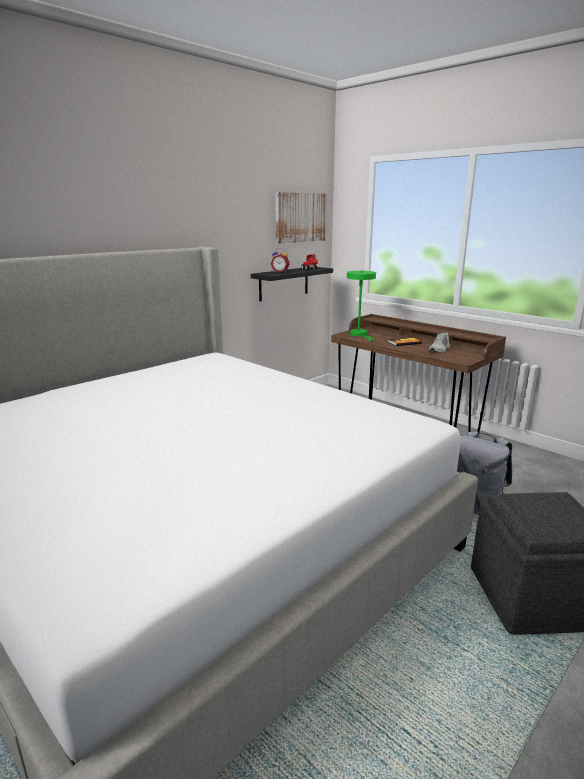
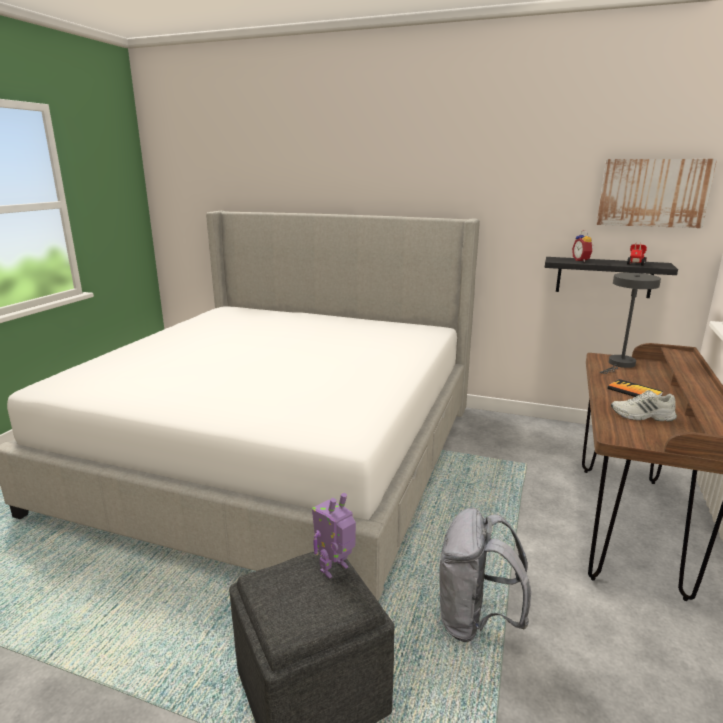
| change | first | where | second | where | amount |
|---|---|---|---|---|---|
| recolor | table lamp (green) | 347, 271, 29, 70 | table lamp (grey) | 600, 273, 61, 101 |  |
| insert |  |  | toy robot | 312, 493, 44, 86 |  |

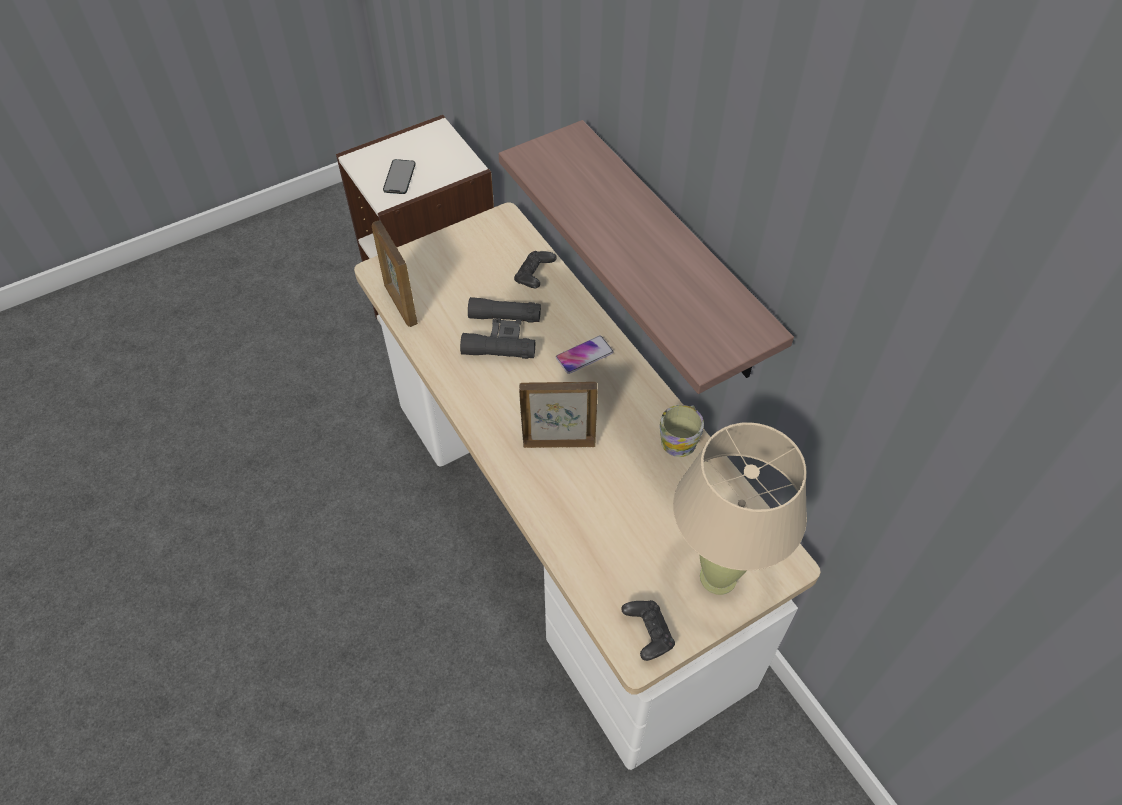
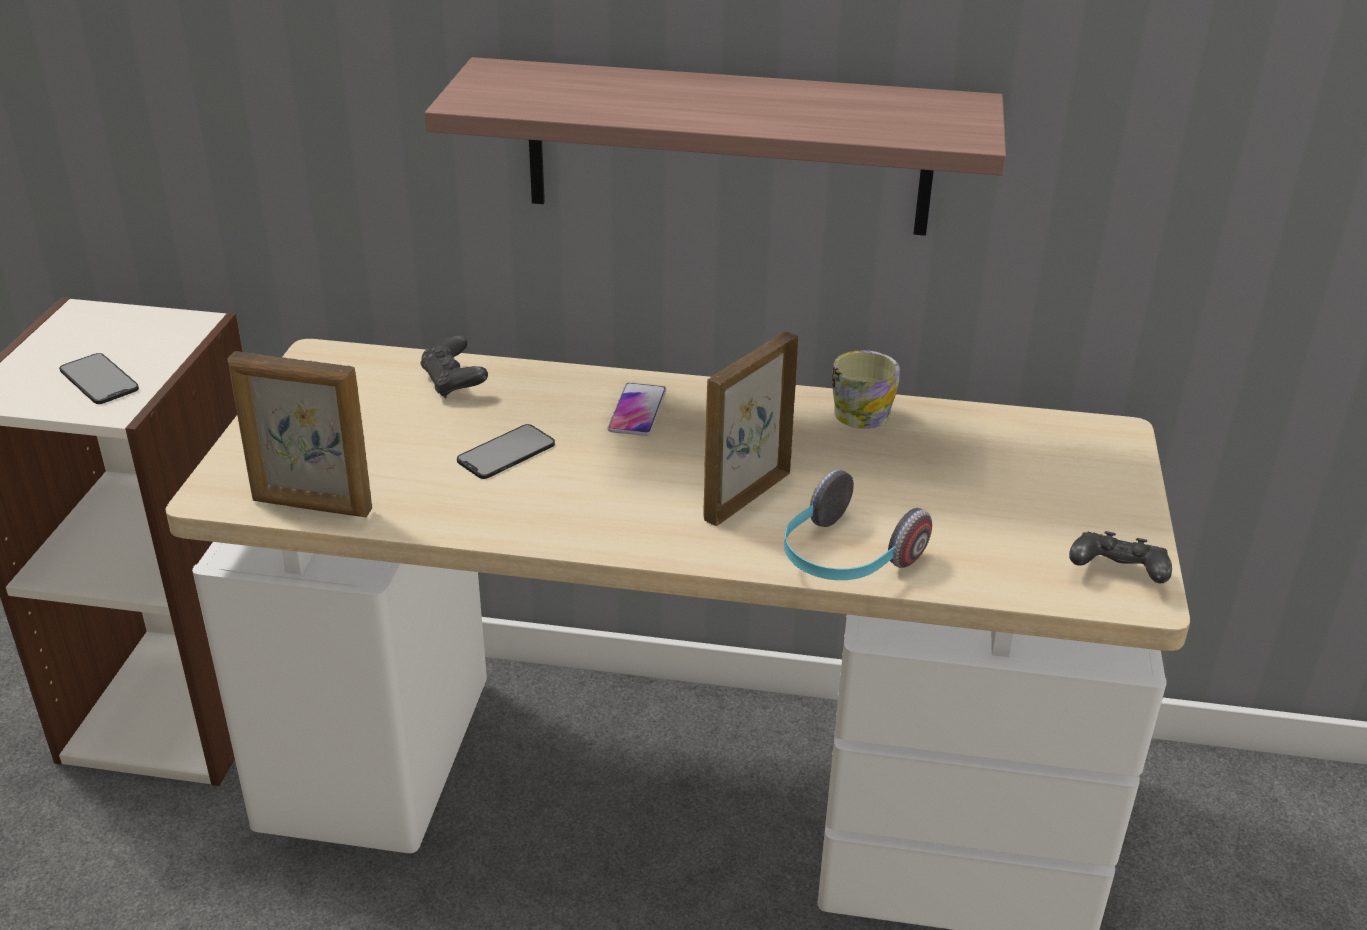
| change | first | where | second | where | amount |
|---|---|---|---|---|---|
| replace | binoculars (black) | 460, 297, 81, 62 | phone | 457, 424, 98, 55 |  |
| delete | table lamp (beige) | 673, 422, 134, 173 |  |  |  |
| insert |  |  | headphones | 784, 470, 148, 110 |  |

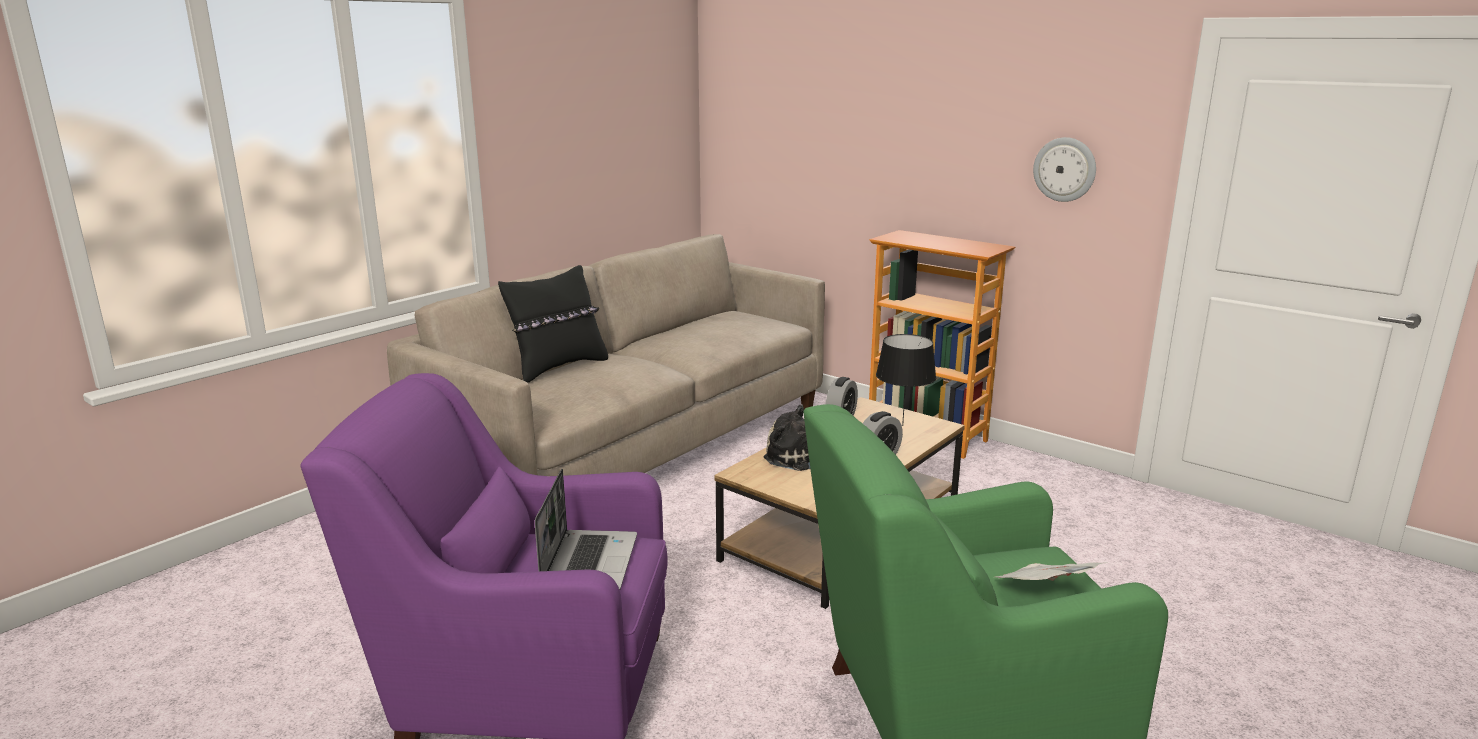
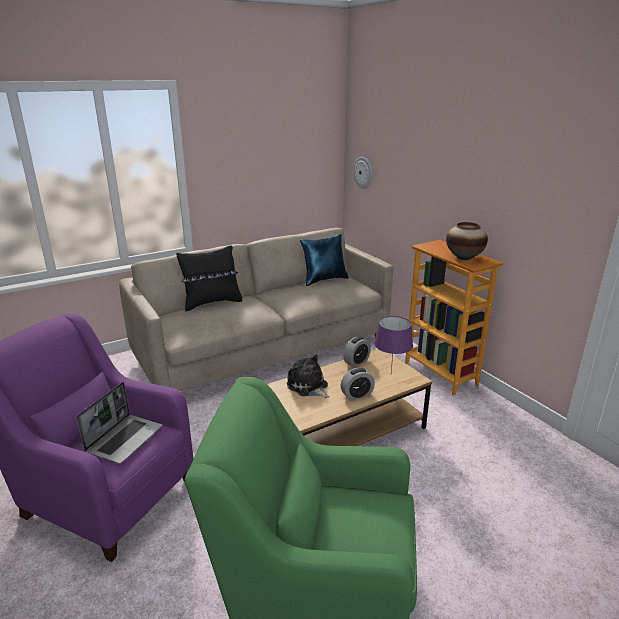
| change | first | where | second | where | amount |
|---|---|---|---|---|---|
| move | wall clock | 1033, 137, 63, 65 |  | 353, 157, 19, 32 |  |
| recolor | table lamp (black) | 876, 334, 60, 92 | table lamp (purple) | 374, 316, 39, 57 |  |
| delete | newspaper | 995, 562, 108, 19 |  |  |  |
| insert |  |  | vase | 446, 222, 42, 38 |  |
| insert |  |  | pillow (blue) | 300, 234, 49, 52 |  |

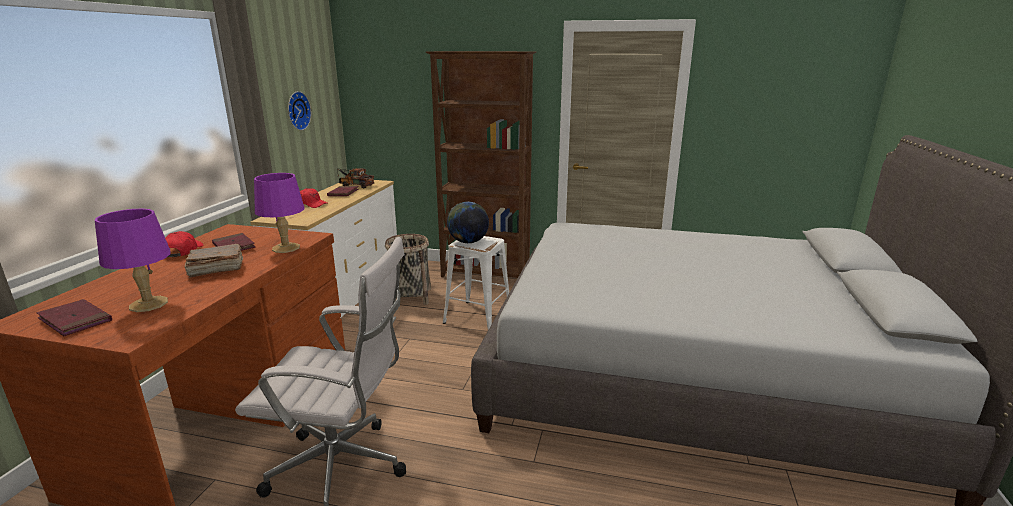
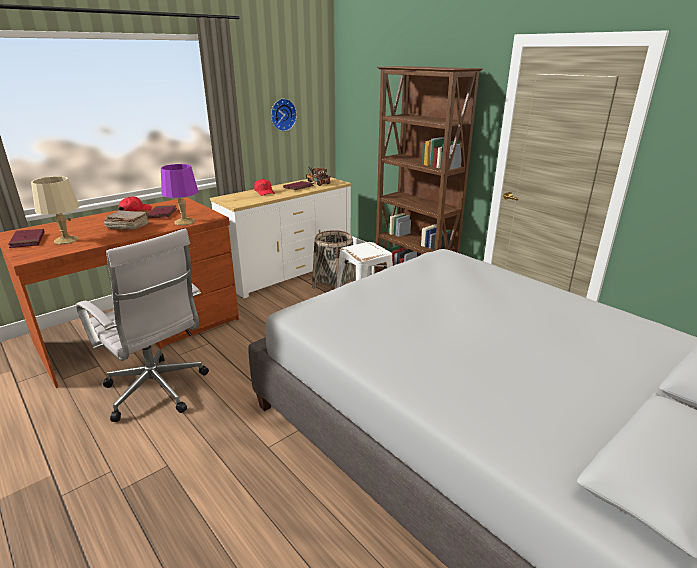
| change | first | where | second | where | amount |
|---|---|---|---|---|---|
| delete | globe | 447, 202, 42, 41 |  |  |  |
| recolor | table lamp (purple) | 95, 208, 76, 104 | table lamp (beige) | 31, 176, 48, 69 |  |

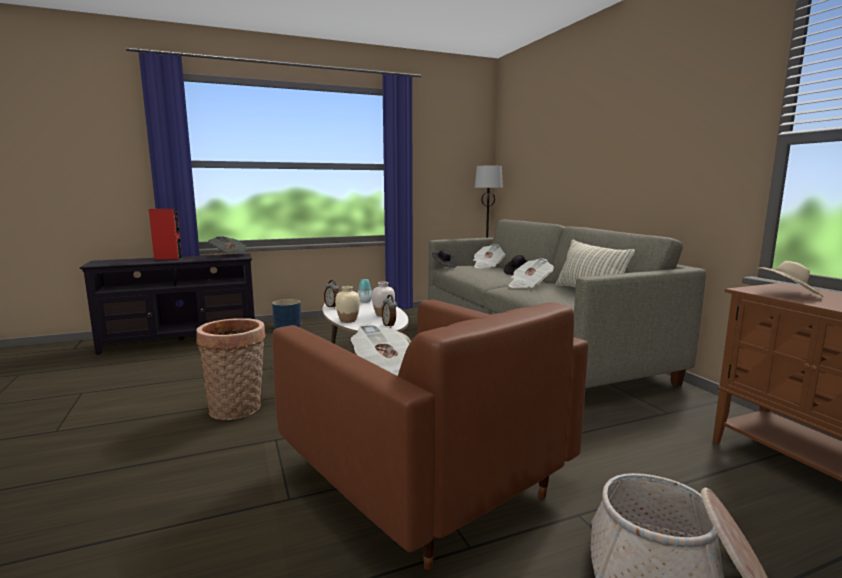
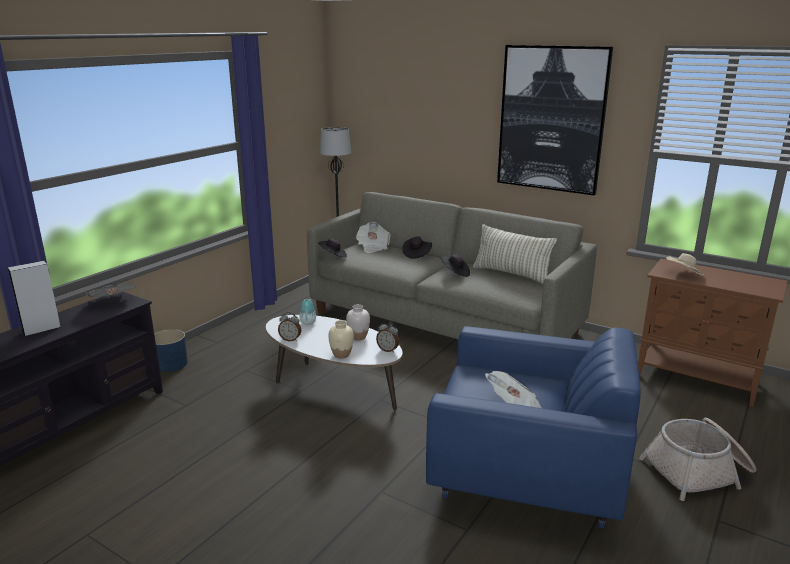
| change | first | where | second | where | amount |
|---|---|---|---|---|---|
| recolor | speaker (red) | 149, 209, 34, 51 | speaker (grey) | 8, 261, 53, 76 |  |
| replace | newspaper | 508, 258, 46, 30 | hat (black) | 441, 254, 29, 23 |  |
| recolor | armchair (brown) | 272, 300, 316, 270 | armchair (blue) | 426, 326, 215, 202 |  |
| delete | basket | 196, 318, 69, 102 |  |  |  |
| insert |  |  | picture | 497, 45, 116, 151 |  |

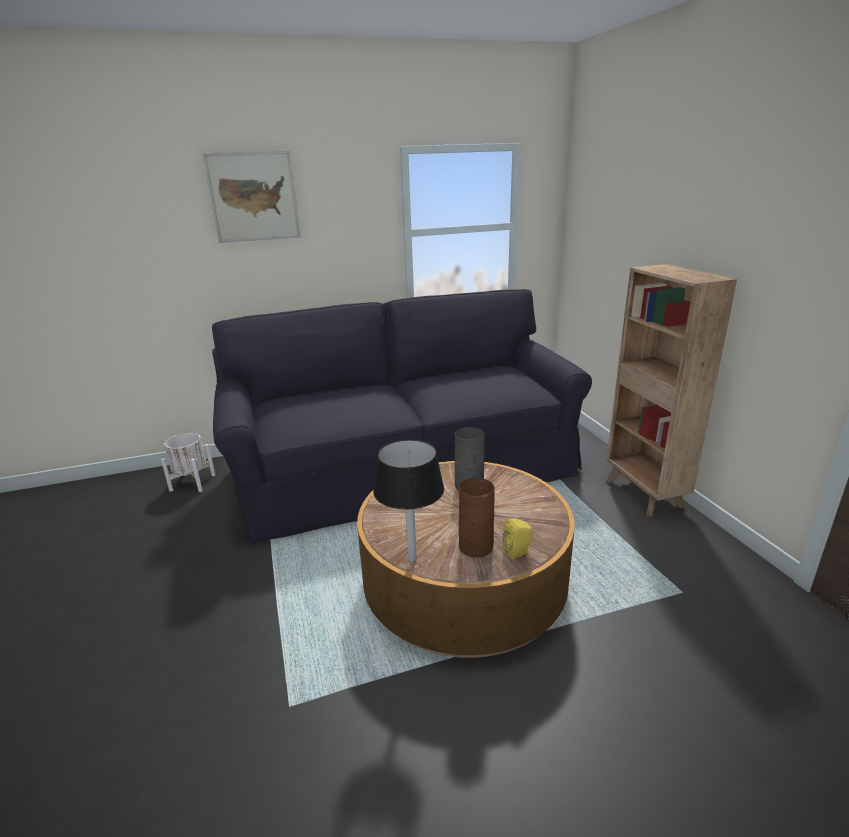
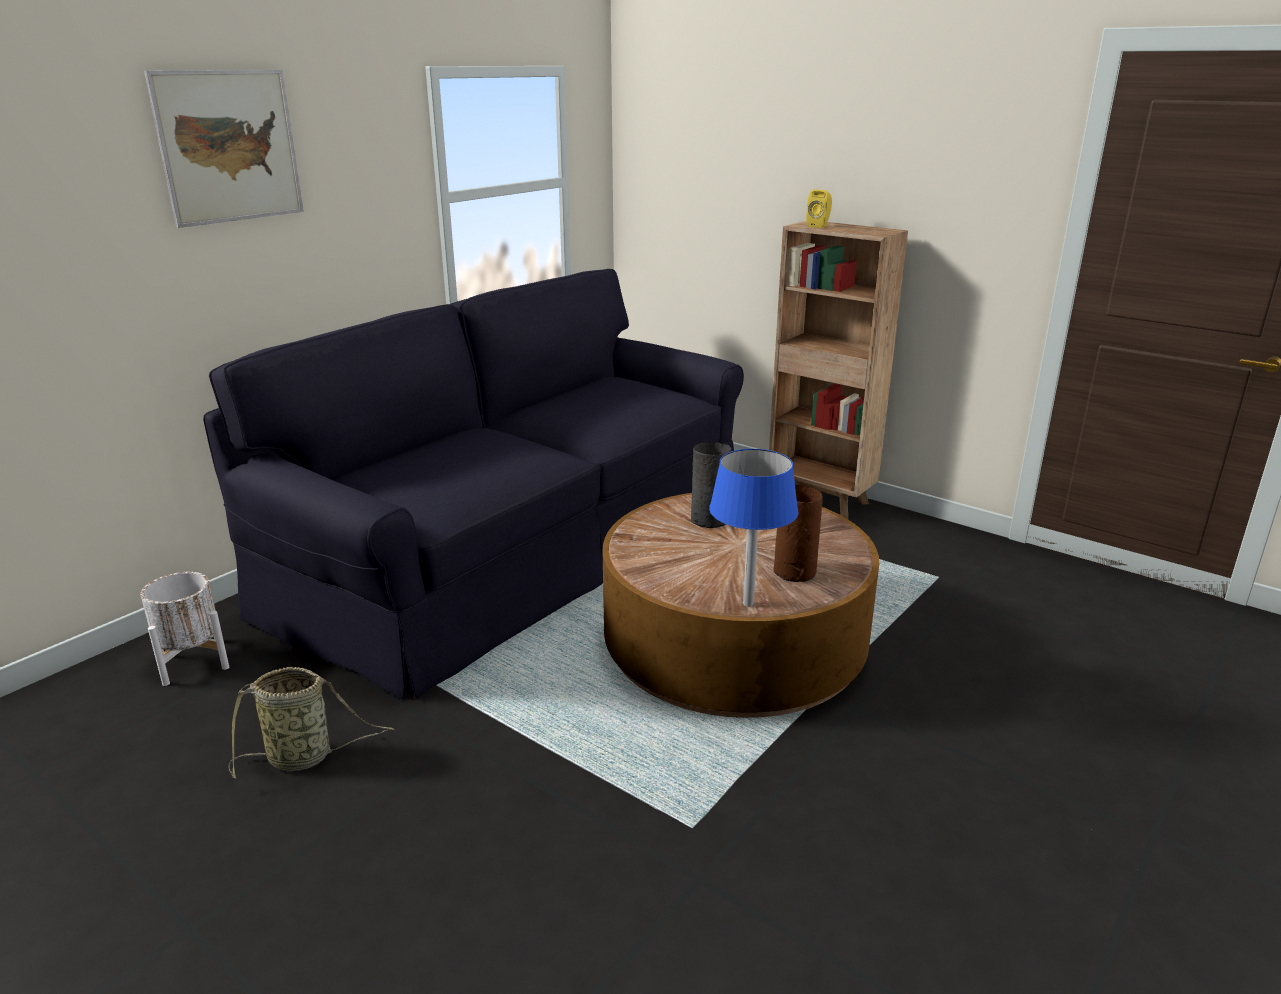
| change | first | where | second | where | amount |
|---|---|---|---|---|---|
| recolor | table lamp (black) | 373, 440, 71, 122 | table lamp (blue) | 709, 449, 90, 157 |  |
| move | speaker (yellow) | 502, 518, 30, 41 |  | 806, 189, 26, 39 |  |
| insert |  |  | basket | 228, 667, 166, 112 |  |

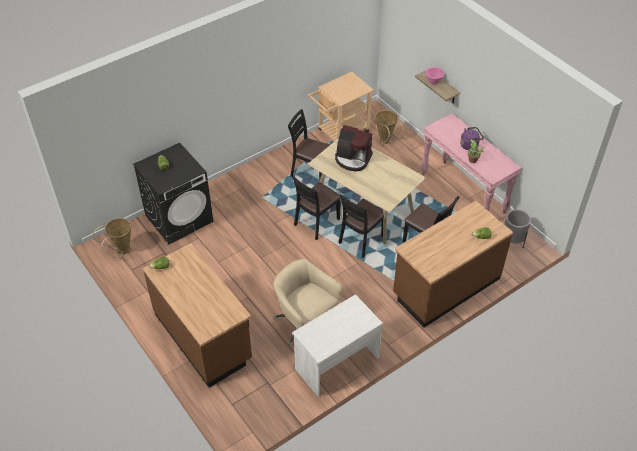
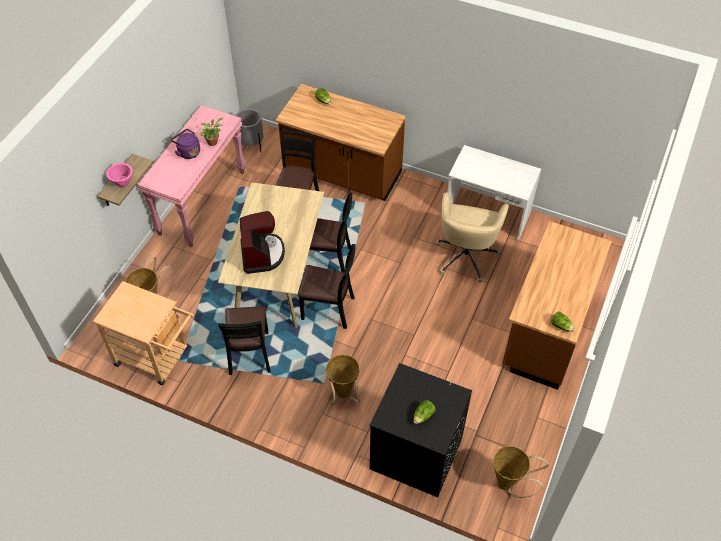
| change | first | where | second | where | amount |
|---|---|---|---|---|---|
| insert |  |  | basket | 326, 354, 34, 51 |  |

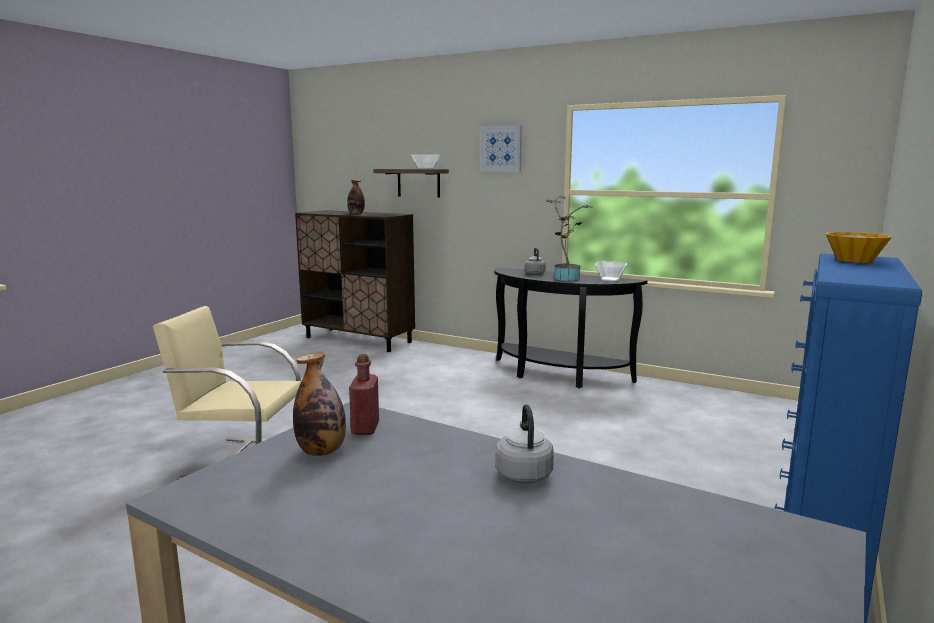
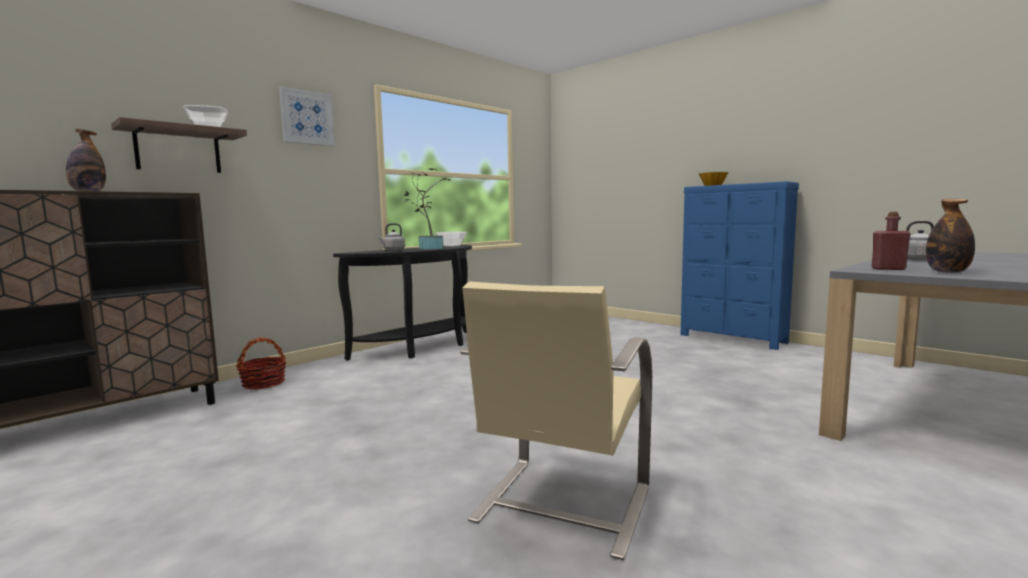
| change | first | where | second | where | amount |
|---|---|---|---|---|---|
| insert |  |  | basket | 236, 337, 50, 53 |  |

